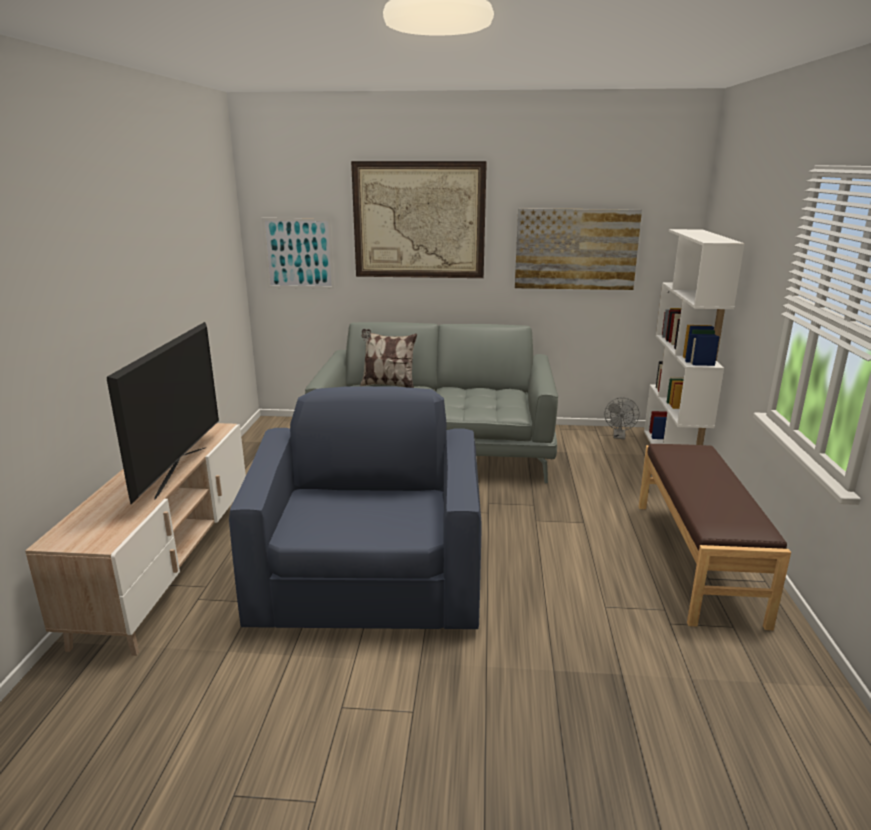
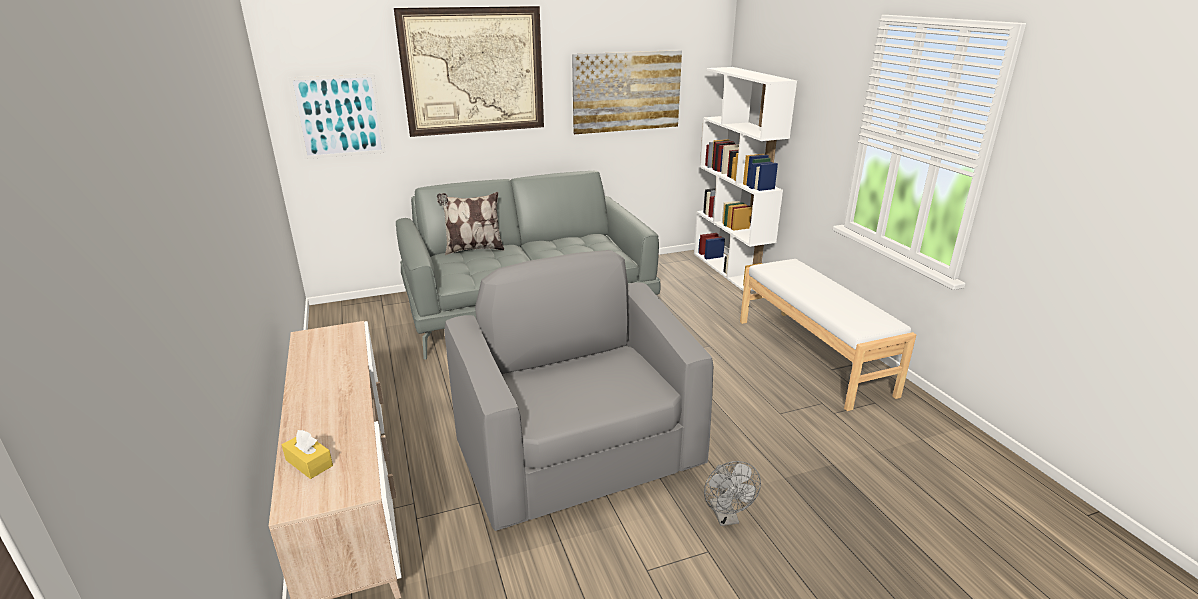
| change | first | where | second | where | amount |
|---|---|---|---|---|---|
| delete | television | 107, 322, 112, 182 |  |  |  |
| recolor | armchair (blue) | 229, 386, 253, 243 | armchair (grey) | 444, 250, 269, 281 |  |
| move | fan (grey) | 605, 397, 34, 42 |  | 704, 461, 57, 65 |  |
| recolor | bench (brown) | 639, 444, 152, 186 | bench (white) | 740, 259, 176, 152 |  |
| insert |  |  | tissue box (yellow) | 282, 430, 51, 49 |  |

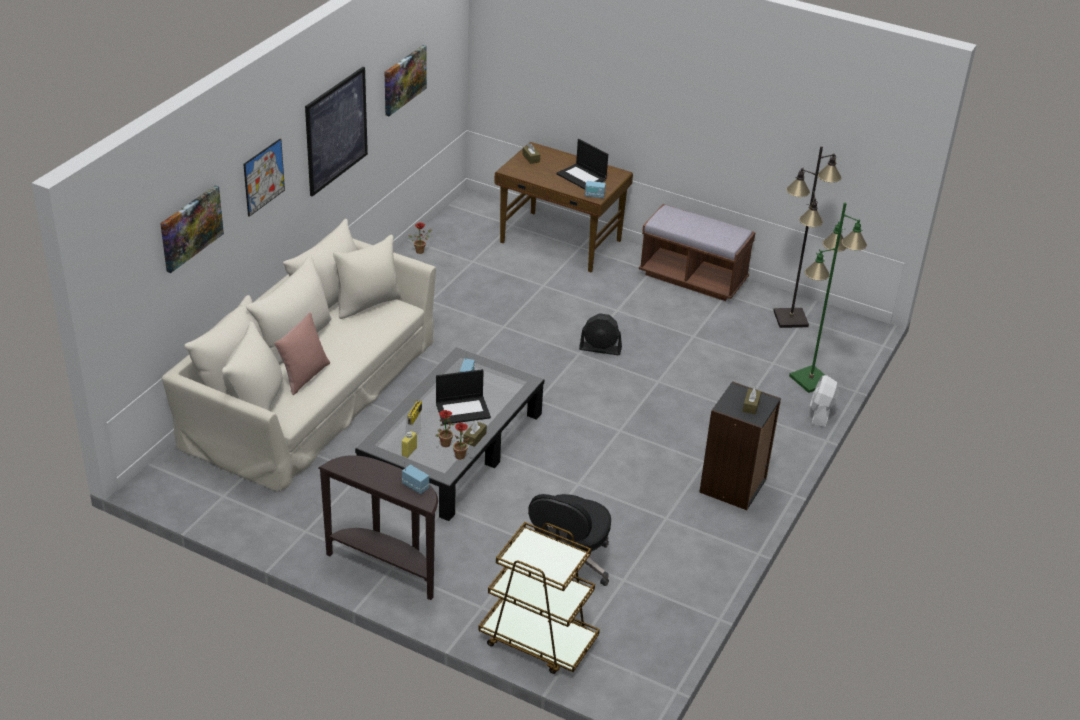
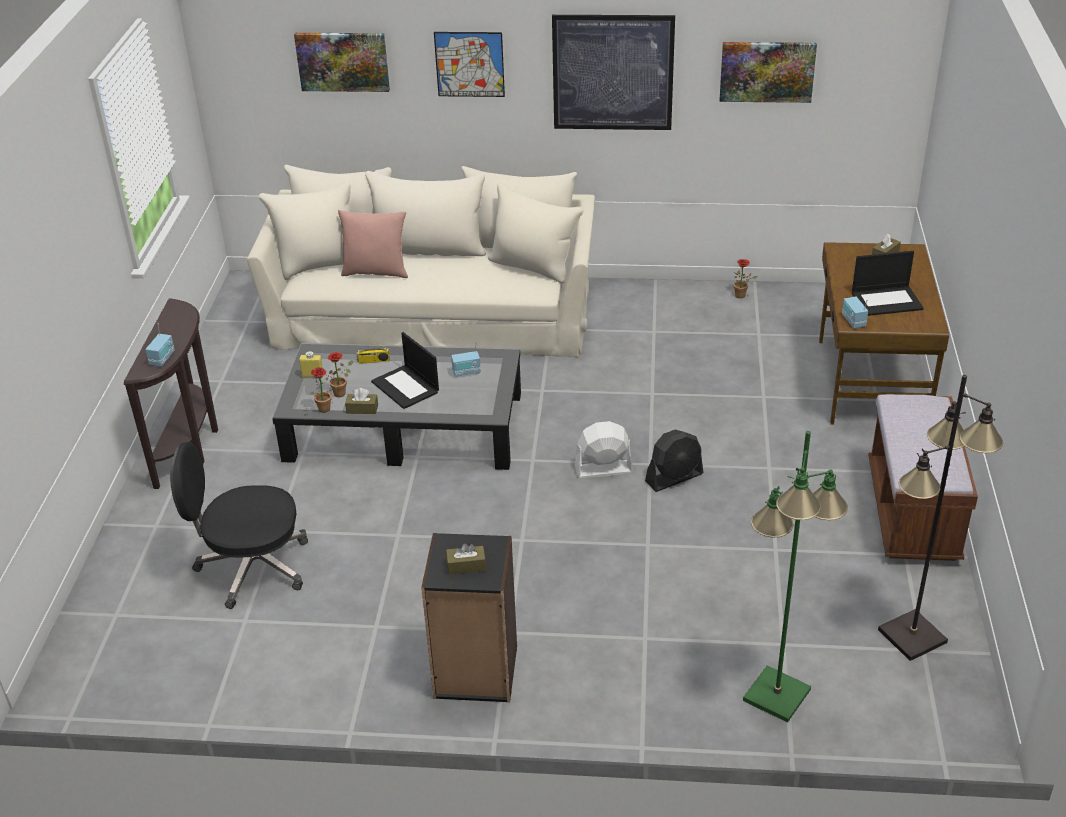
| change | first | where | second | where | amount |
|---|---|---|---|---|---|
| rotate | laptop | 556, 139, 52, 51 |  | 852, 251, 72, 65 | 120 degrees counterclockwise |
| rotate | fan (black) | 579, 313, 43, 42 |  | 645, 430, 58, 62 | 105 degrees counterclockwise |
| move | fan (white) | 810, 375, 29, 52 |  | 575, 421, 59, 57 |  |
| delete | cart (brown) | 478, 522, 122, 152 |  |  |  |

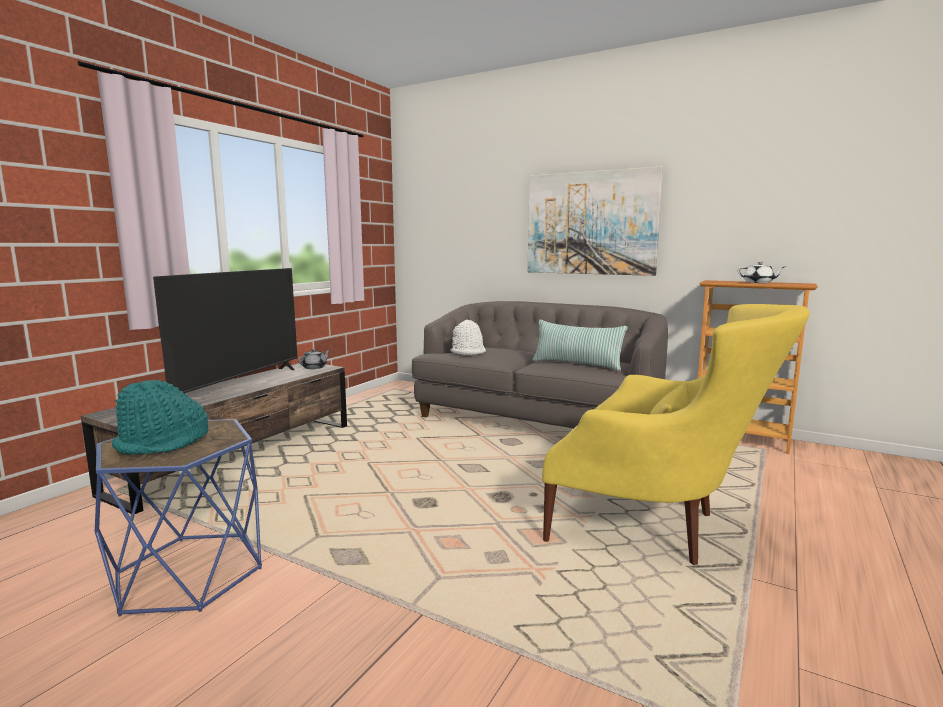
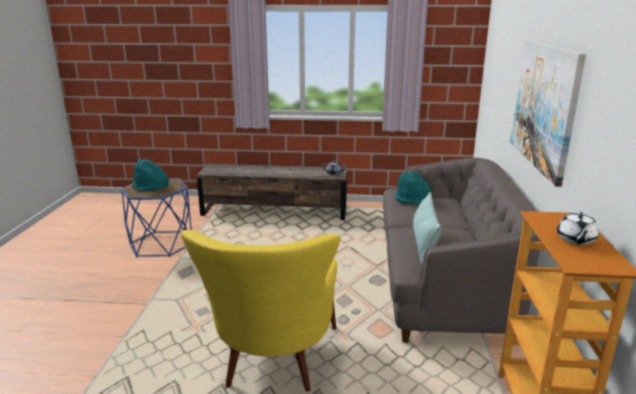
| change | first | where | second | where | amount |
|---|---|---|---|---|---|
| delete | television | 153, 268, 145, 127 |  |  |  |
| recolor | hat (white) | 450, 320, 36, 35 | hat (turquoise) | 395, 172, 36, 32 |  |

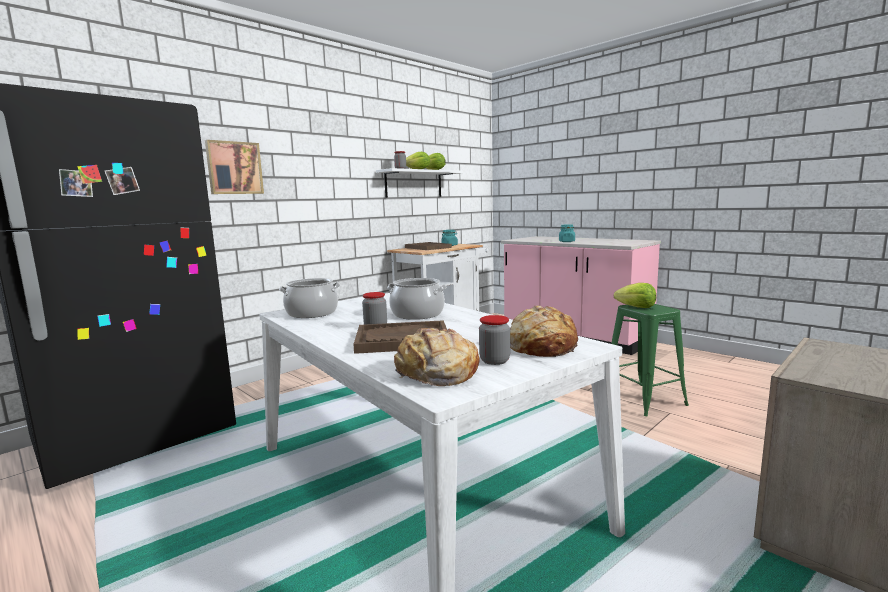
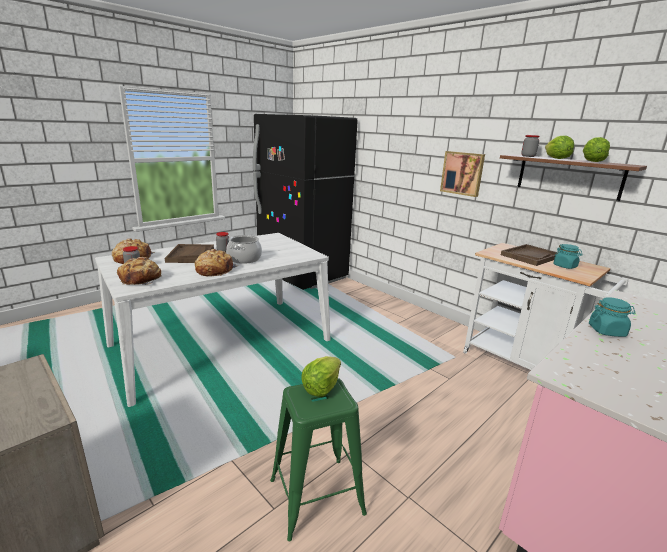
| change | first | where | second | where | amount |
|---|---|---|---|---|---|
| move | picture | 205, 140, 59, 54 |  | 440, 151, 45, 46 |  |
| recolor | shelf (white) | 376, 168, 87, 30 | shelf (brown) | 500, 155, 147, 46 |  |
| delete | cooking pot | 279, 278, 61, 40 |  |  |  |
| insert |  |  | bread | 195, 249, 43, 28 |  |

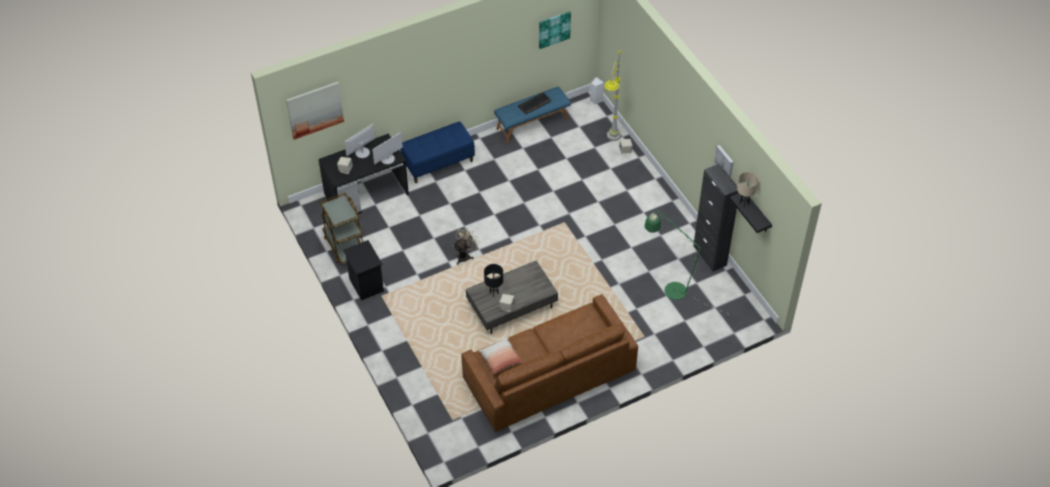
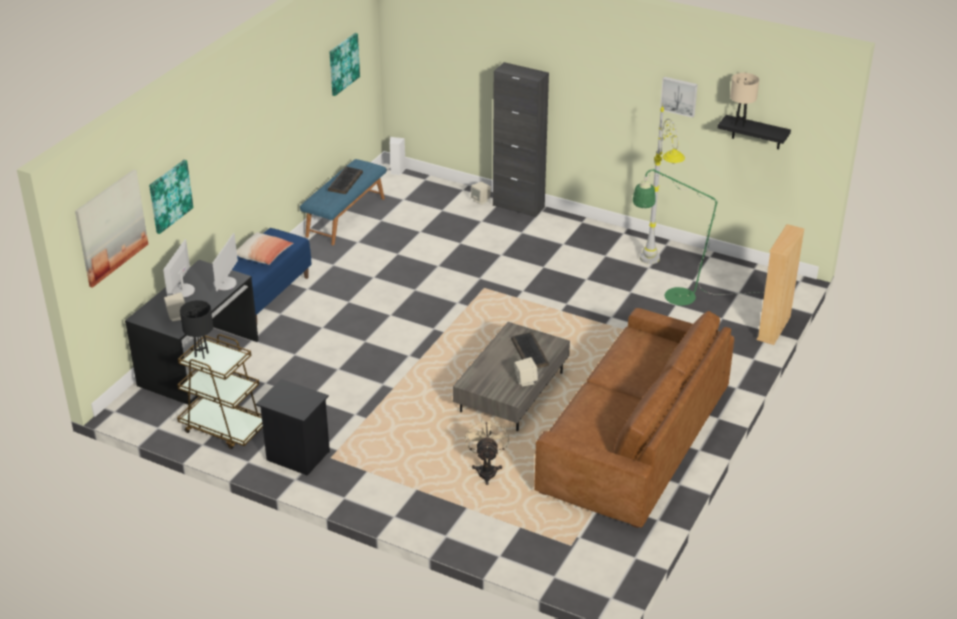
| change | first | where | second | where | amount |
|---|---|---|---|---|---|
| move | floor lamp (grey) | 604, 50, 17, 91 |  | 640, 105, 45, 159 |  |
| move | cabinet (black) | 693, 164, 46, 108 |  | 493, 62, 56, 155 |  |
| move | fan (beige) | 453, 227, 27, 38 |  | 465, 417, 44, 68 |  |
| move | table lamp (black) | 484, 264, 19, 33 |  | 180, 300, 33, 59 |  |
| move | pillow | 479, 338, 44, 37 |  | 237, 232, 57, 33 |  |
| insert |  |  | picture | 149, 160, 44, 74 |  |
| insert |  |  | bookcase (beige) | 757, 224, 47, 121 |  |
| insert |  |  | keyboard | 511, 332, 38, 36 |  |

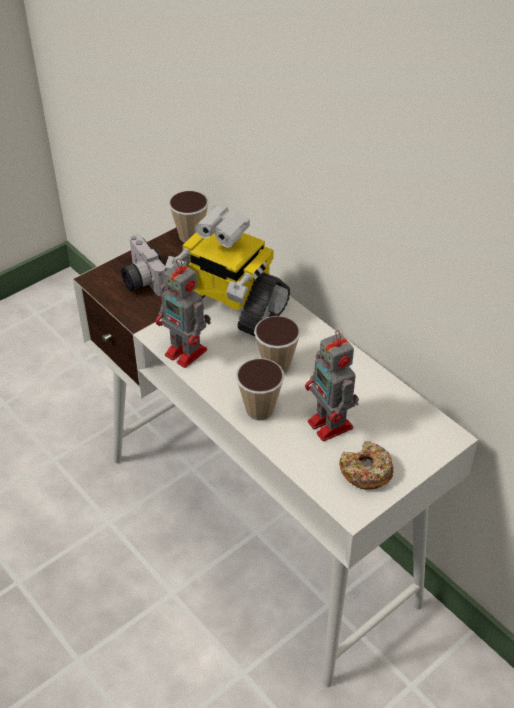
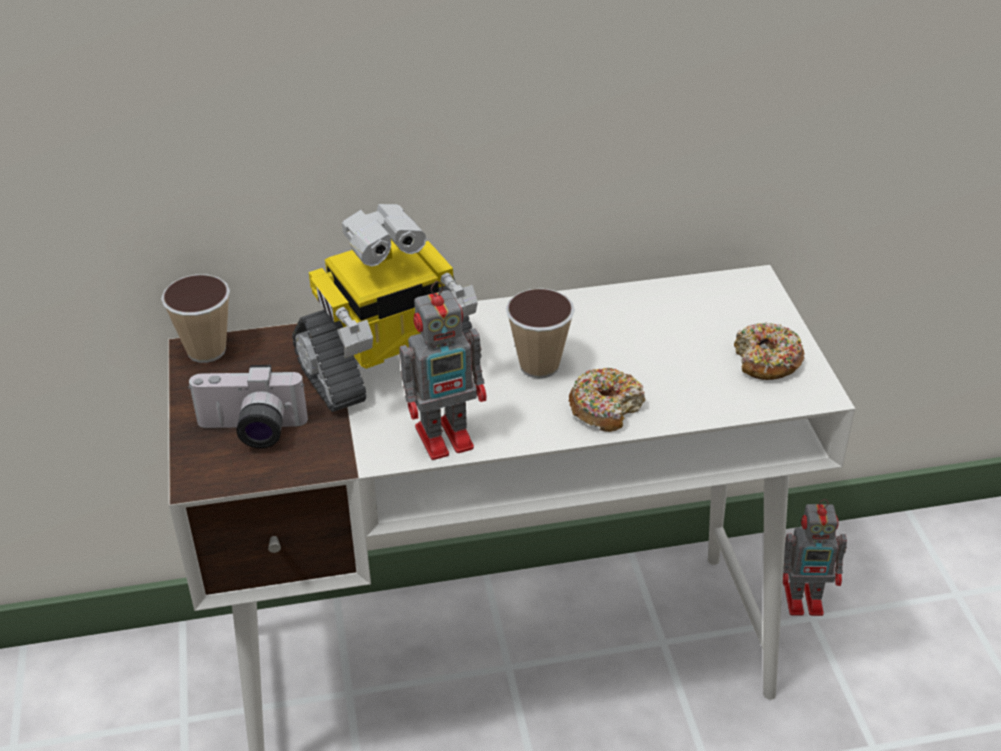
| change | first | where | second | where | amount |
|---|---|---|---|---|---|
| move | toy robot | 305, 330, 54, 111 |  | 783, 499, 64, 117 |  |
| replace | cup | 236, 358, 48, 62 | donut | 569, 367, 76, 65 |  |

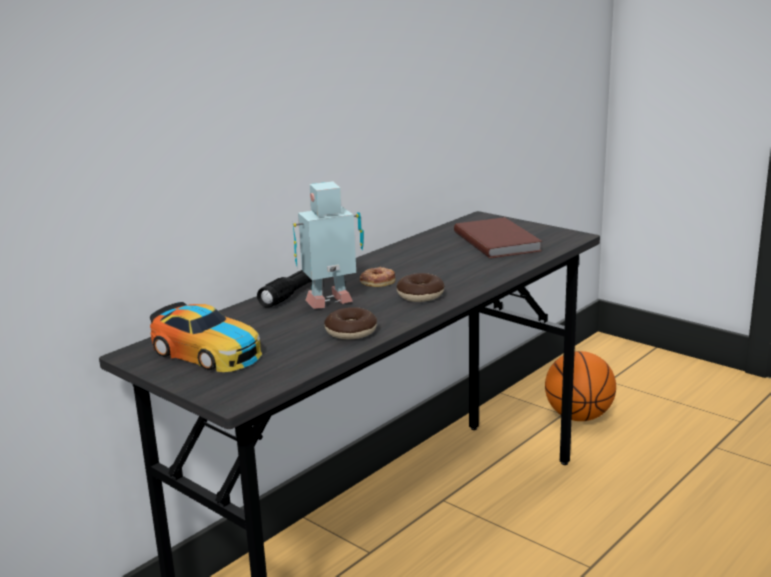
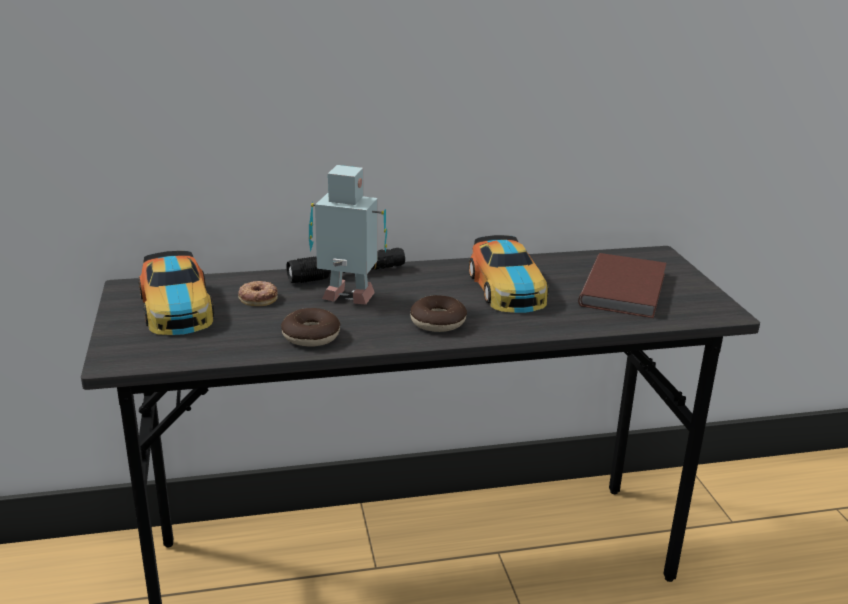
| change | first | where | second | where | amount |
|---|---|---|---|---|---|
| move | donut | 360, 266, 35, 21 |  | 238, 281, 40, 25 |  |
| delete | basketball | 545, 351, 71, 70 |  |  |  |
| insert |  |  | toy car | 469, 235, 80, 78 |  |

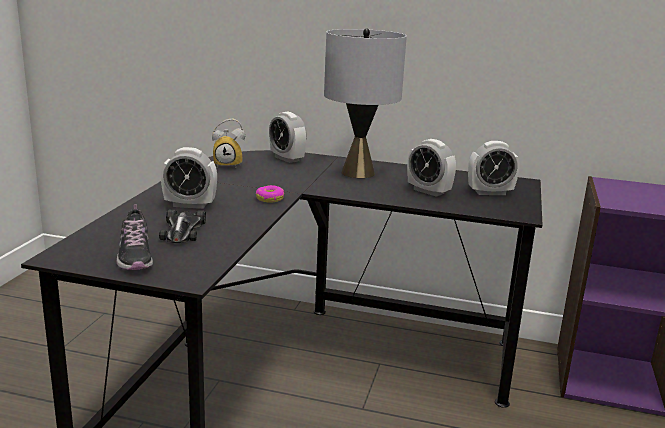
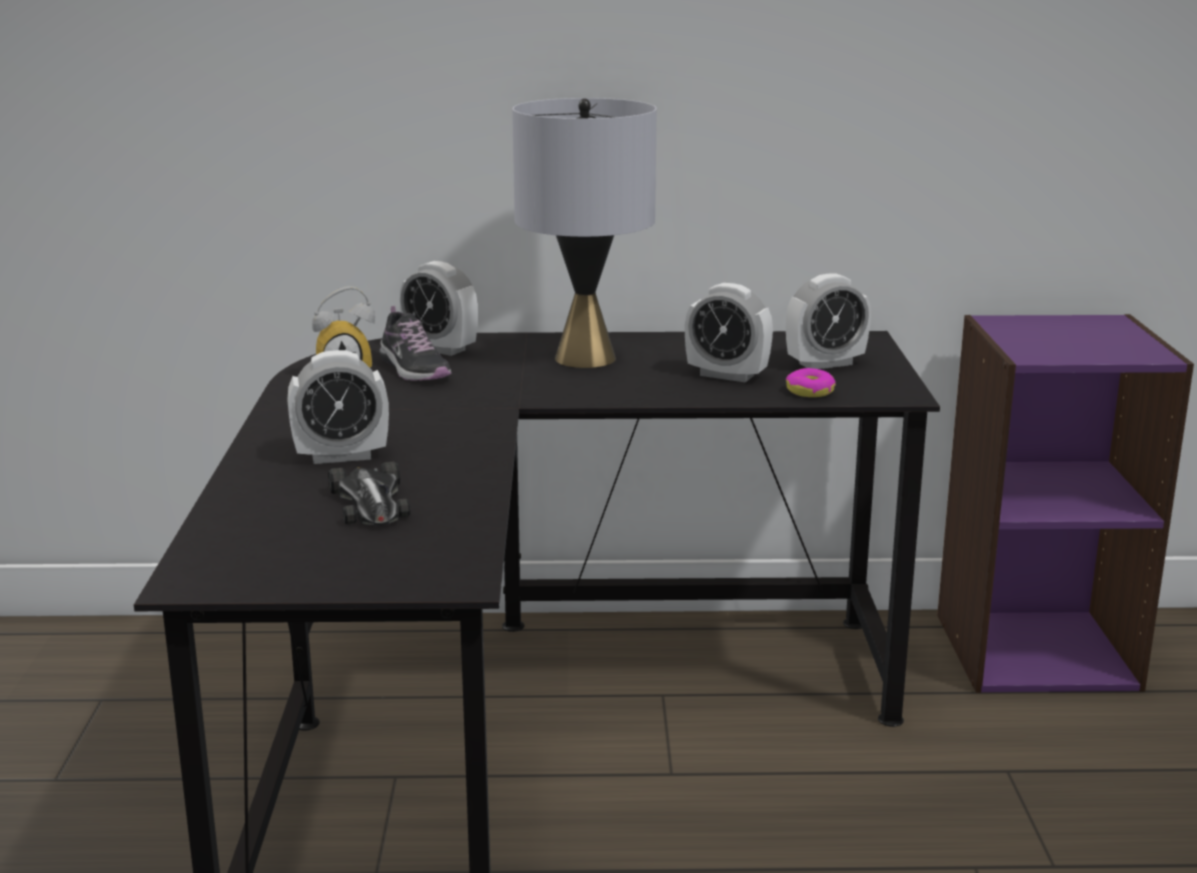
| change | first | where | second | where | amount |
|---|---|---|---|---|---|
| move | donut | 256, 185, 28, 17 |  | 786, 368, 50, 29 |  |
| move | shoe | 117, 204, 36, 66 |  | 379, 306, 72, 75 |  |

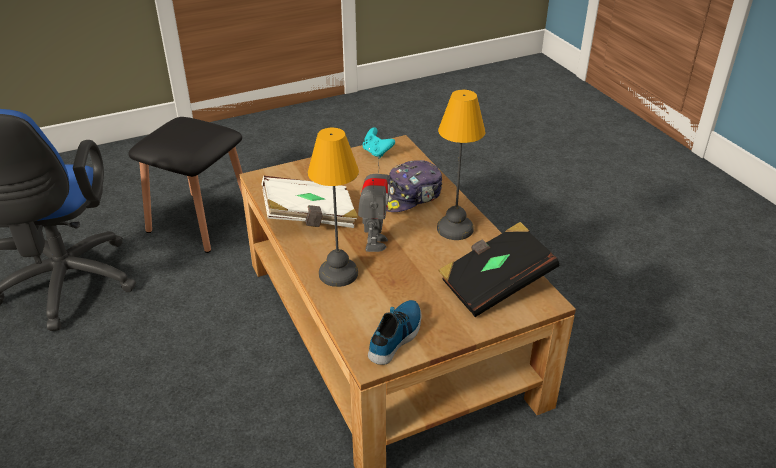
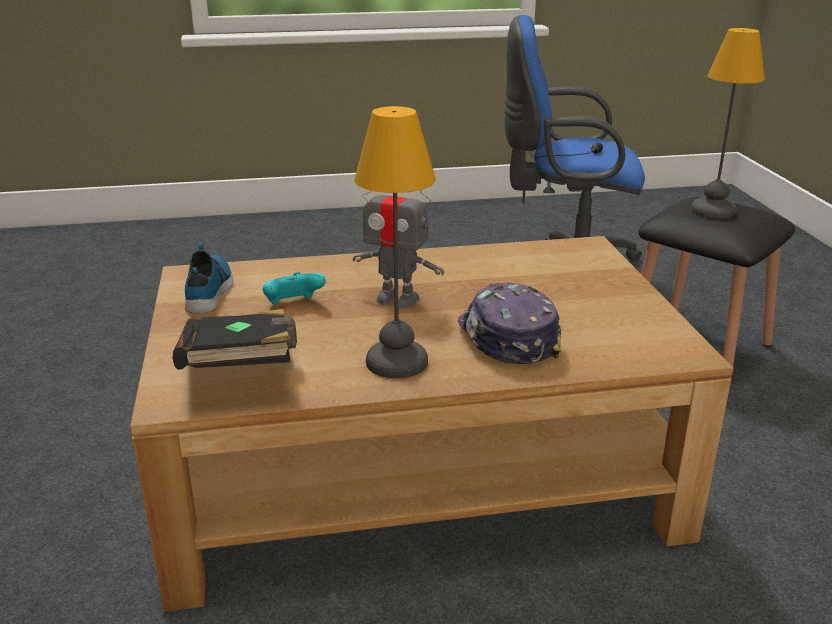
| change | first | where | second | where | amount |
|---|---|---|---|---|---|
| move | game controller (turquoise) | 363, 127, 32, 32 |  | 263, 272, 63, 33 |  |
| move | table lamp | 308, 128, 51, 159 |  | 691, 28, 74, 191 |  |
| delete | book (white) | 262, 176, 96, 52 |  |  |  |
| rotate | shoe | 368, 300, 53, 65 |  | 185, 243, 49, 71 | 135 degrees counterclockwise |

